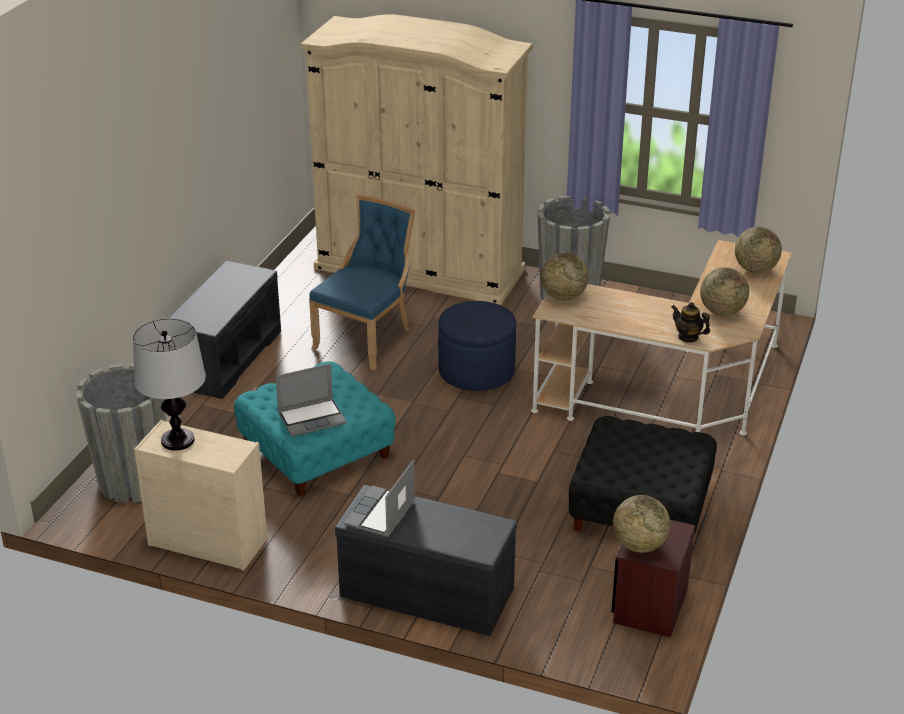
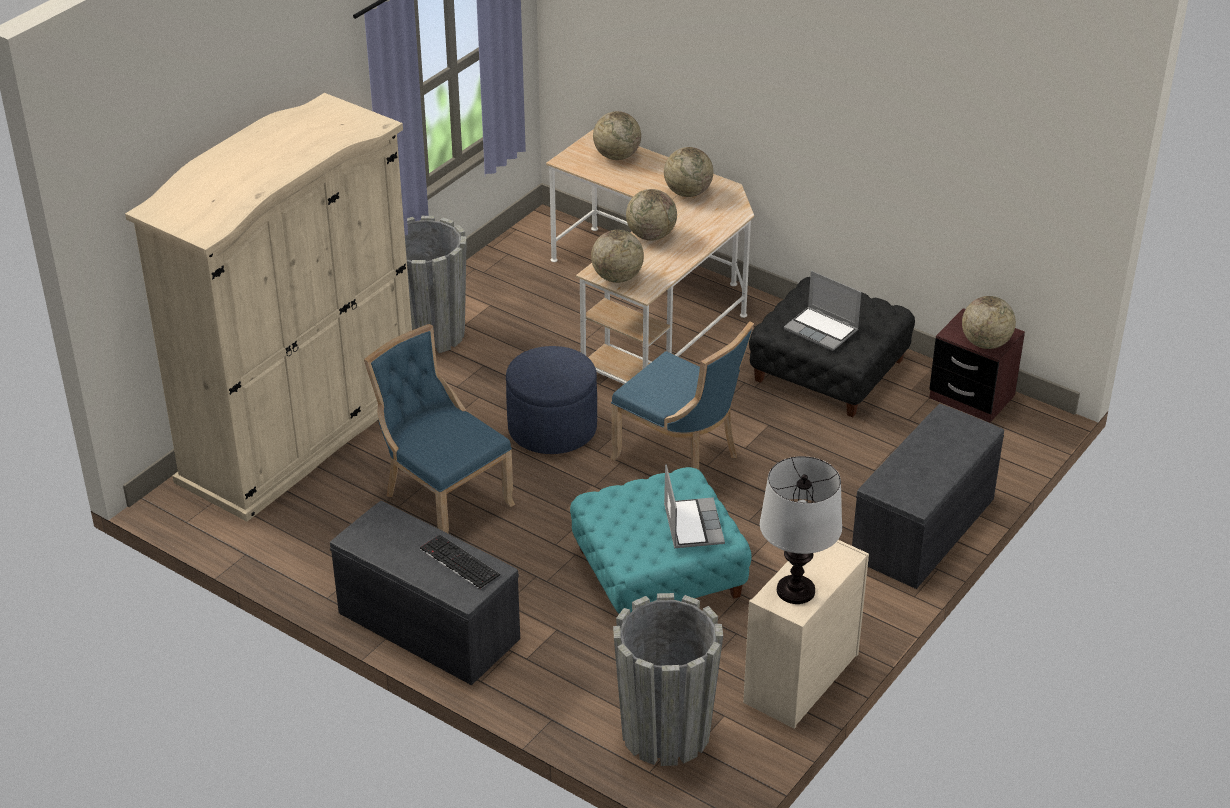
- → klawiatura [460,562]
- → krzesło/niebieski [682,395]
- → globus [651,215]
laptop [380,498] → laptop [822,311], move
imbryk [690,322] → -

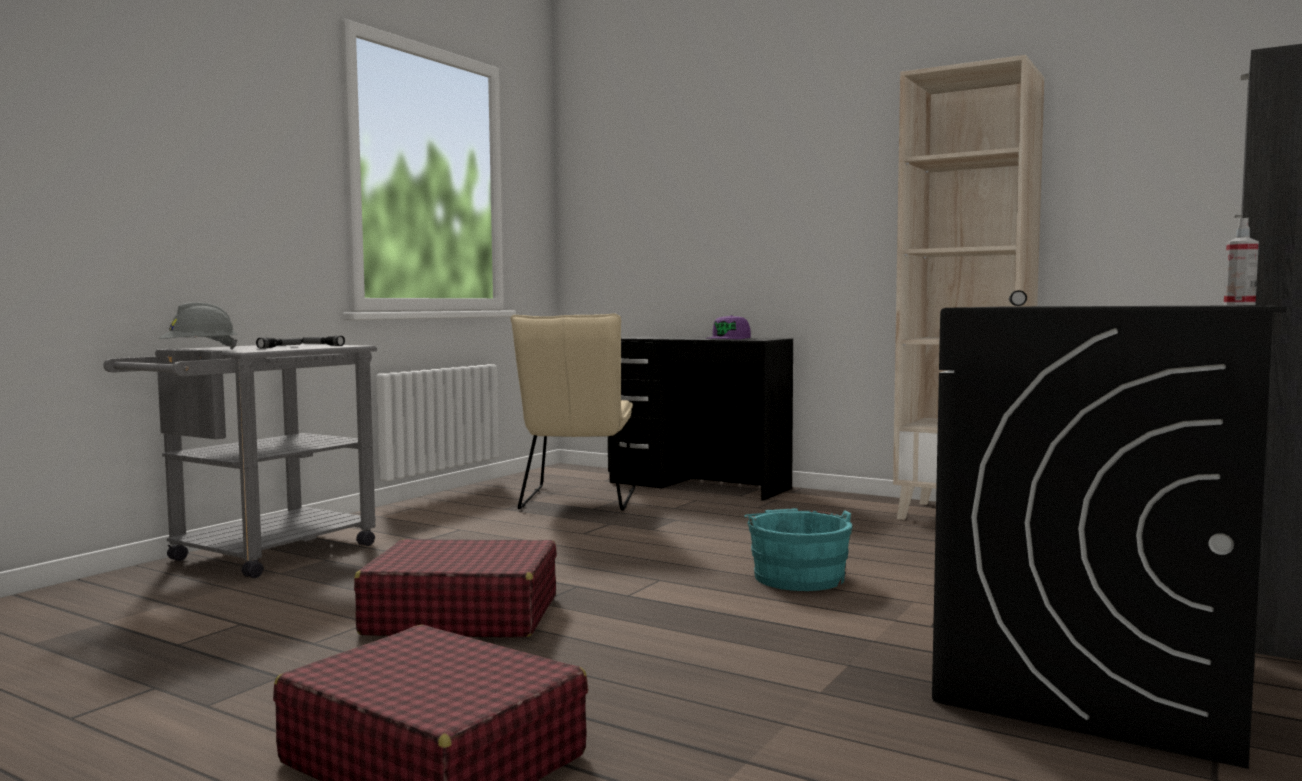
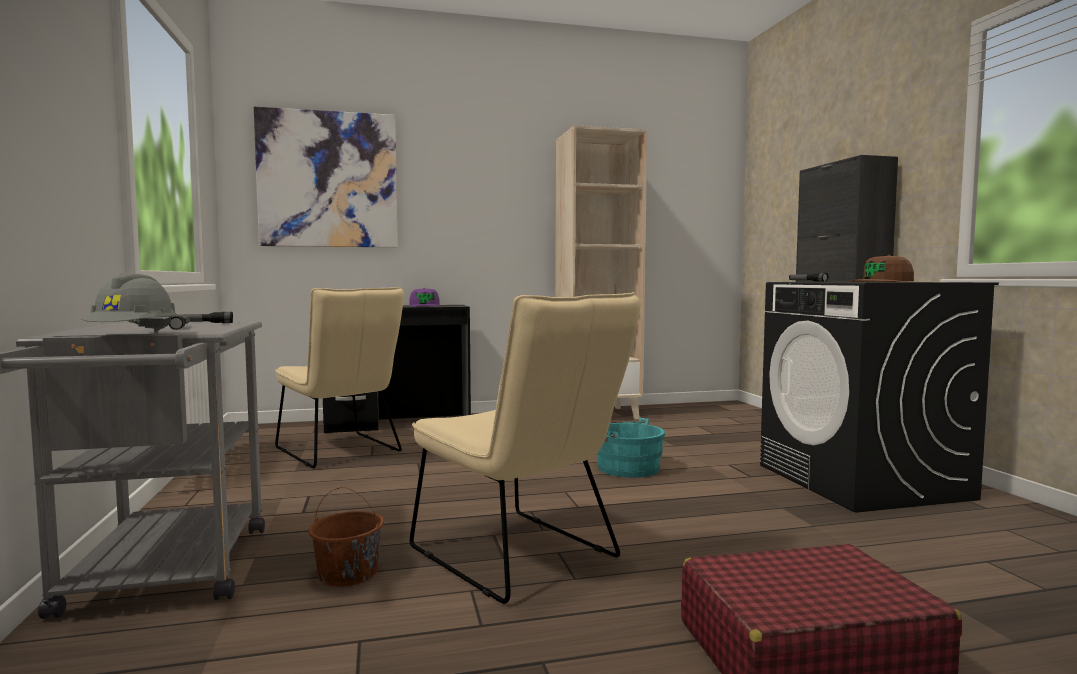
- → obraz [326,177]
- → wiadro/brązowy [346,537]
walizka/czerwony [455,588] → krzesło/beżowy [525,448]
- → czapka z daszkiem/brązowy [882,268]
spryskiwacz [1241,261] → -

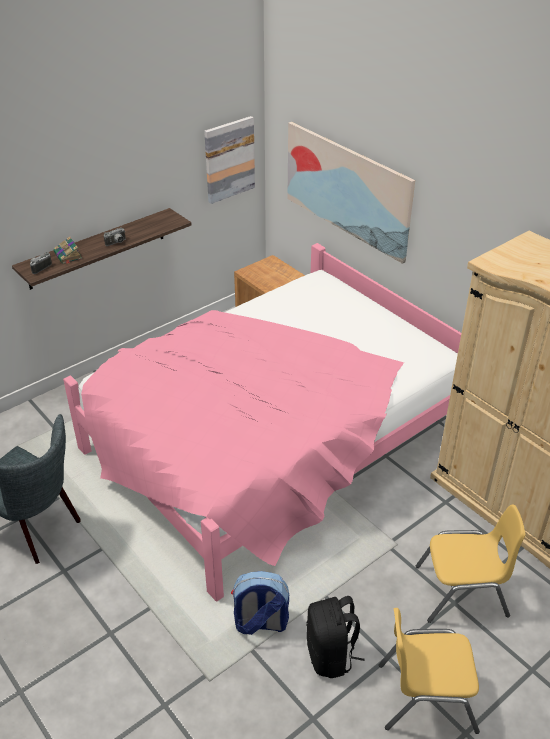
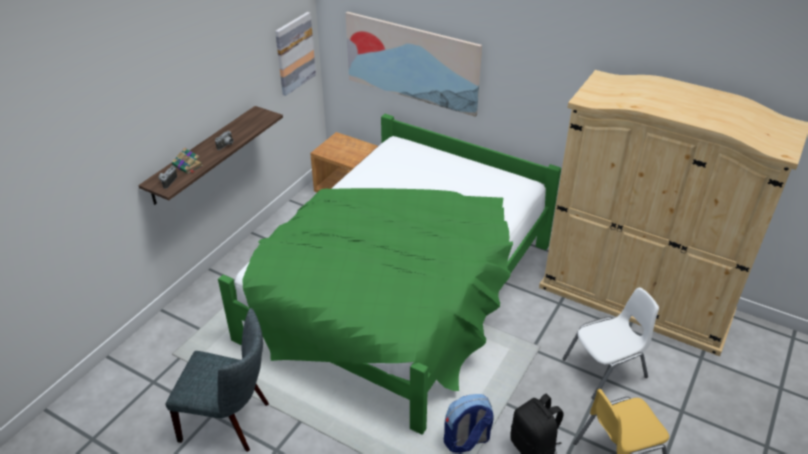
łóżko/różowy [262,422] → łóżko/zielony [389,274]
krzesło/żółty [470,564] → krzesło/biały [610,343]

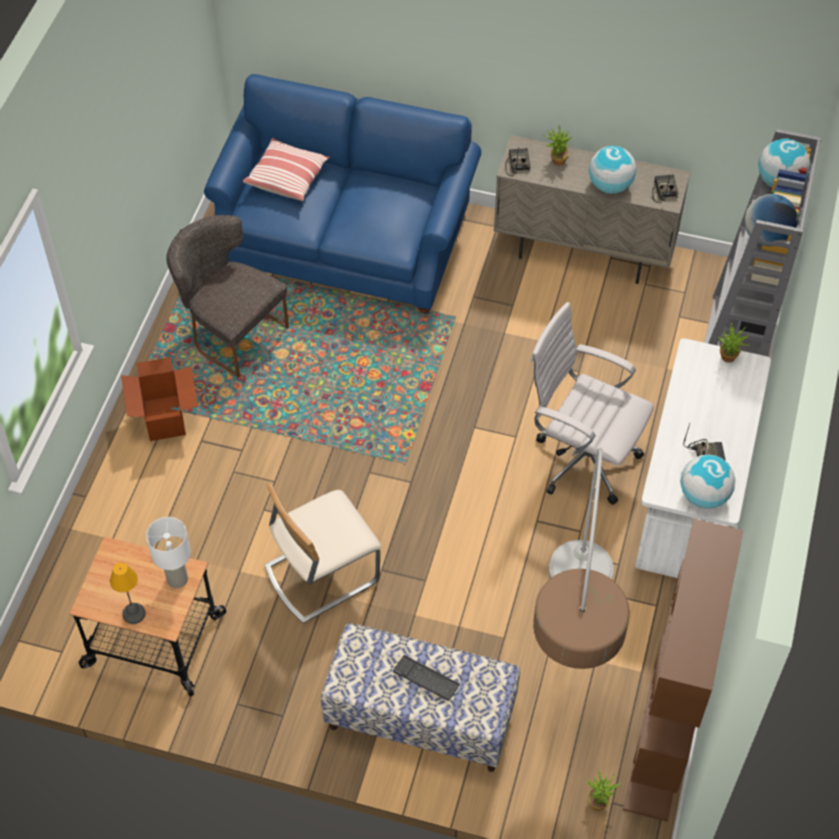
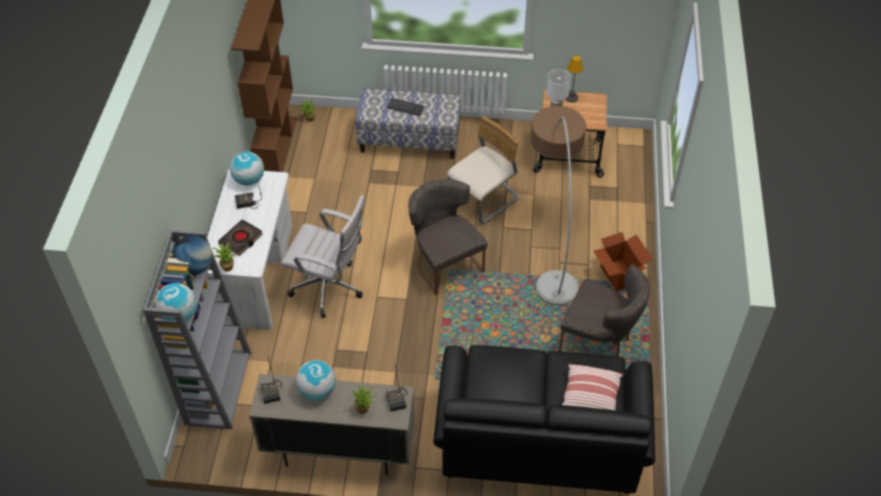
- → książka/czarny [240,237]
- → krzesło/szary [448,236]
kanapa/niebieski [342,193] → kanapa/czarny [544,419]
lampa stojąca [581,558] → lampa stojąca [558,206], move

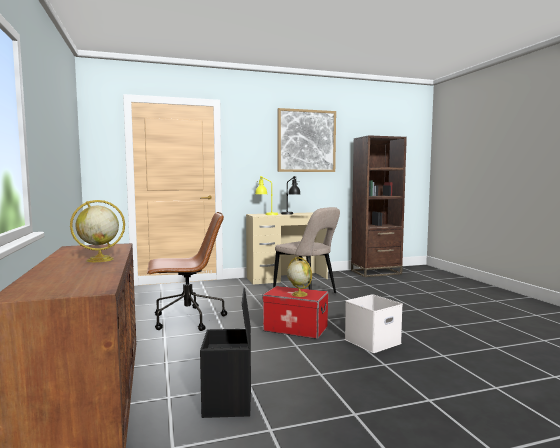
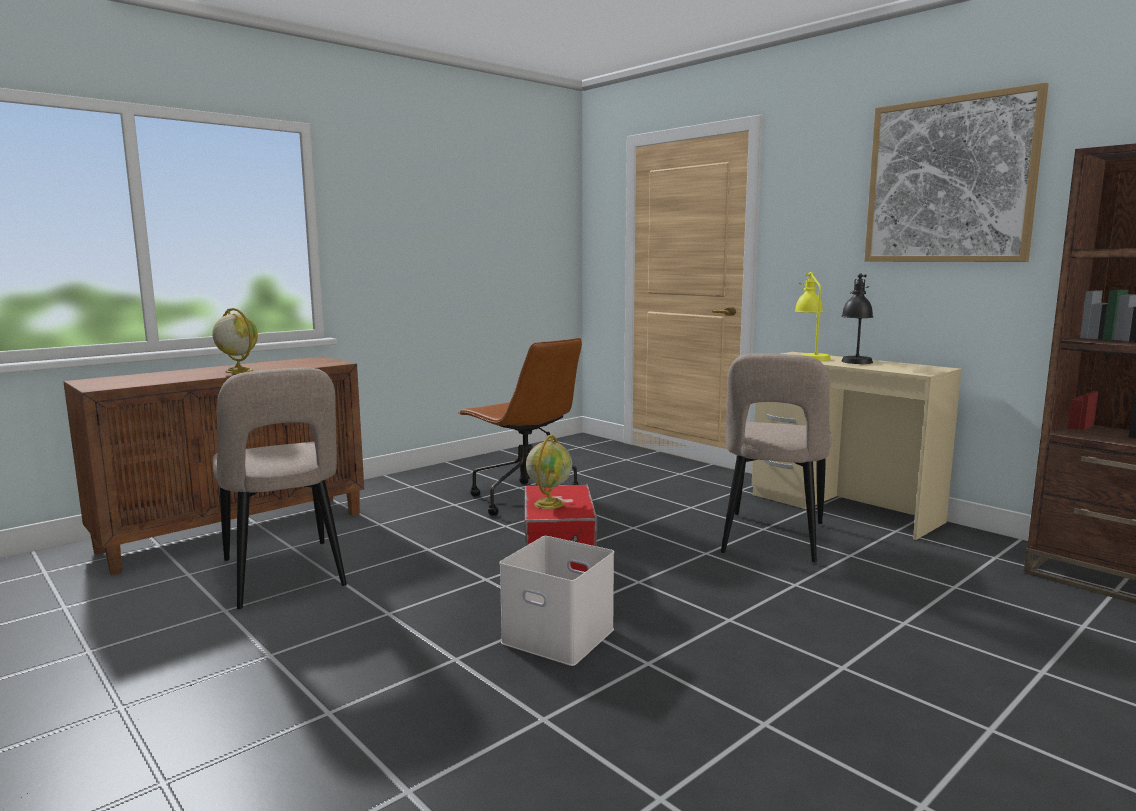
pojemnik do przechowywania/czarny [225,353] → krzesło/beżowy [280,488]

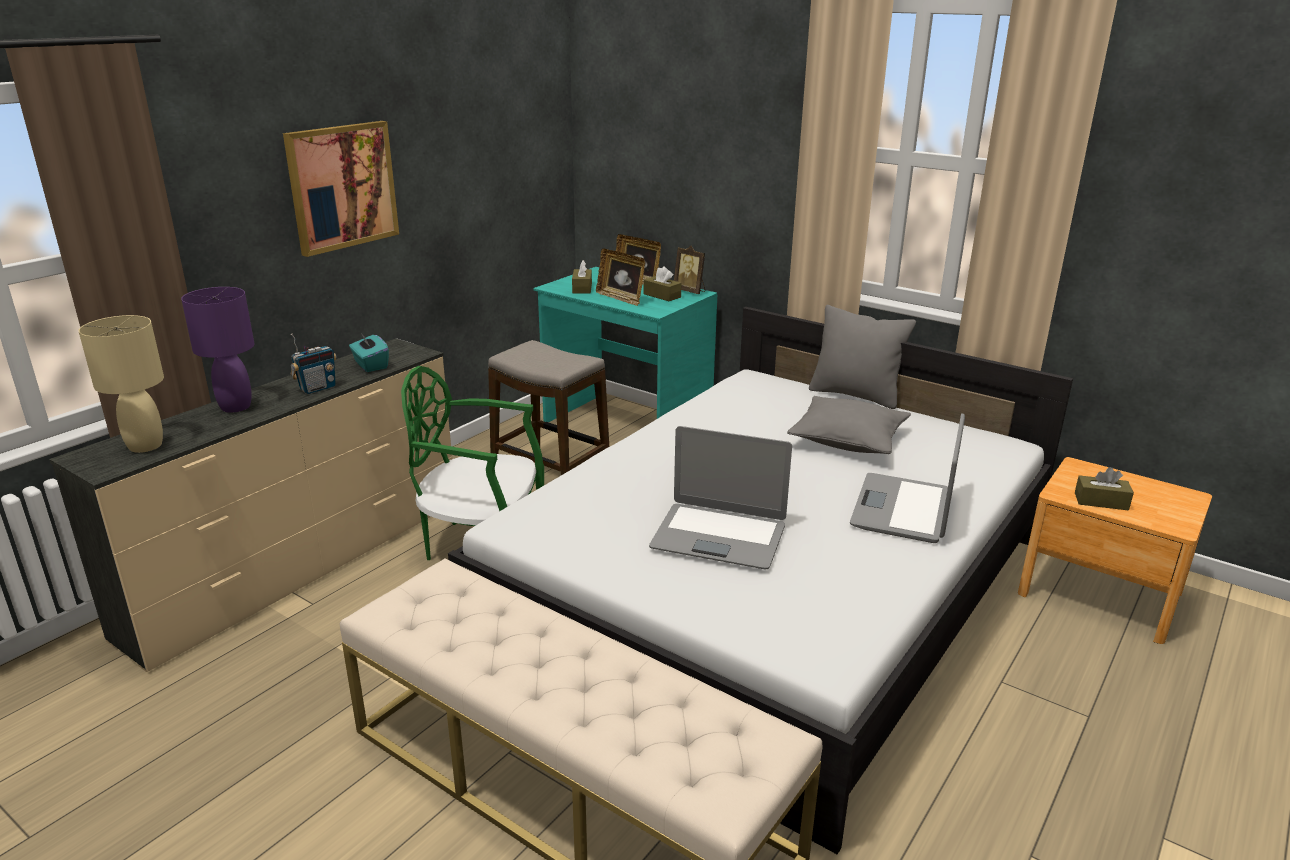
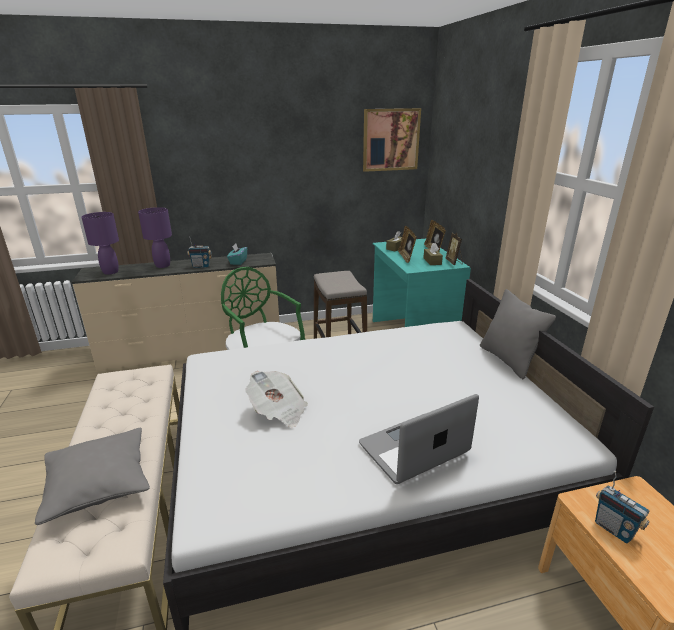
poduszka/szary [849,425] → poduszka/szary [92,476], move
lampa stołowa/beżowy [121,384] → lampa stołowa/fioletowy [100,243]
laptop [720,497] → gazeta [276,399]
obraz [341,189] → obraz [392,140], move
pudełko chusteczek/brązowy [1104,488] → radio [622,507]

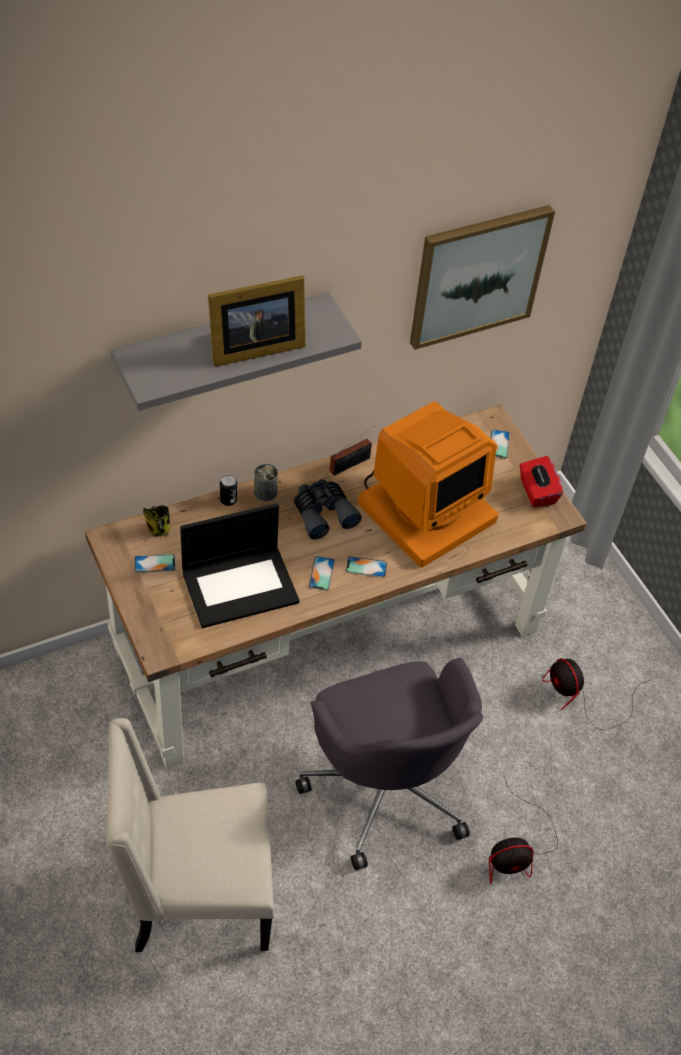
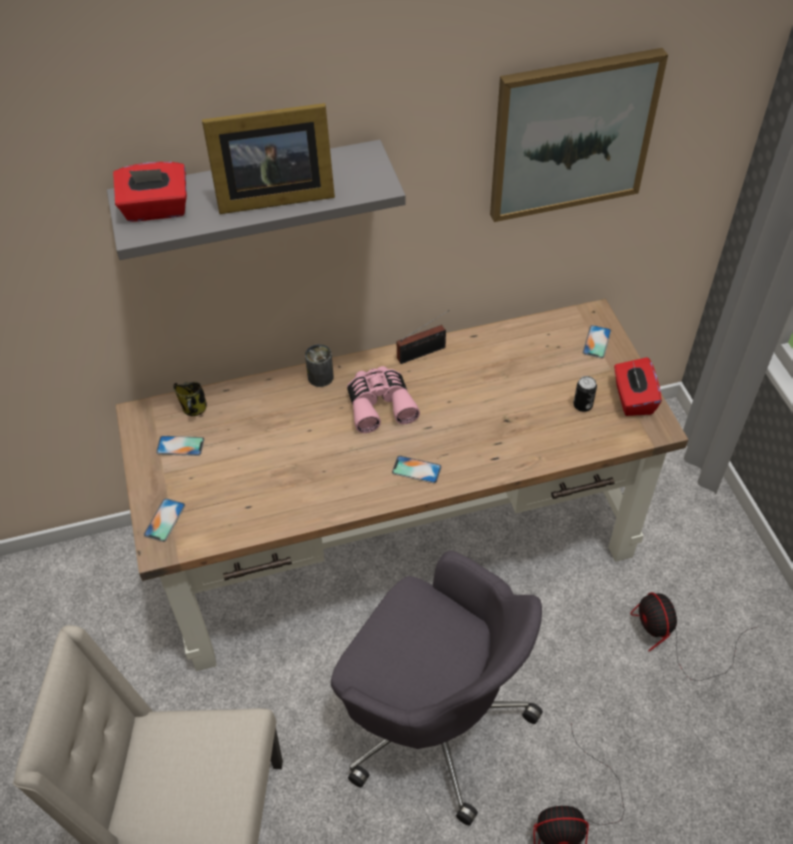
- → pudełko chusteczek/czerwony [150,192]
telefon [322,573] → telefon [164,520], move
krzesło biurowe/szary [389,764] → krzesło biurowe/szary [437,688], 45 degrees counterclockwise
lornetka/szary [328,509] → lornetka/różowy [383,399]
puszka [228,490] → puszka [585,394], move
laptop [240,565] → -
monitor [428,484] → -

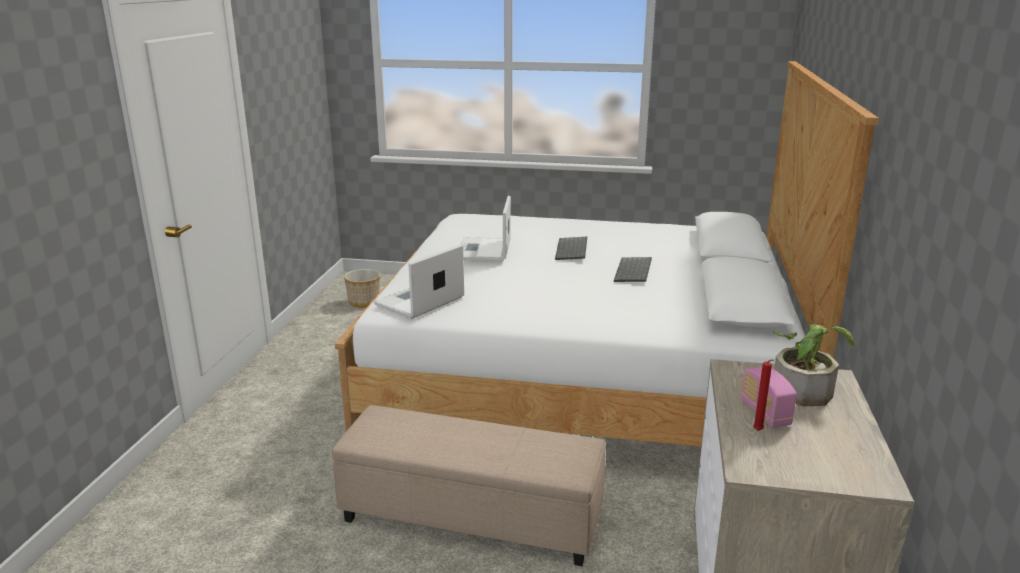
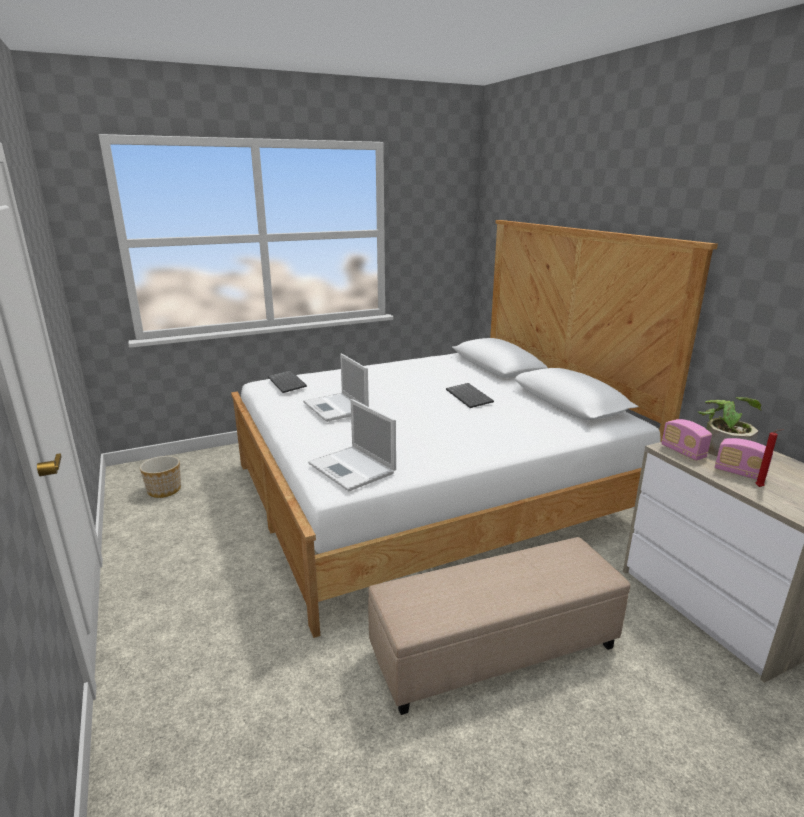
klawiatura [571,248] → klawiatura [287,381], move
laptop [419,281] → laptop [352,445], 45 degrees counterclockwise
- → radio [687,440]

